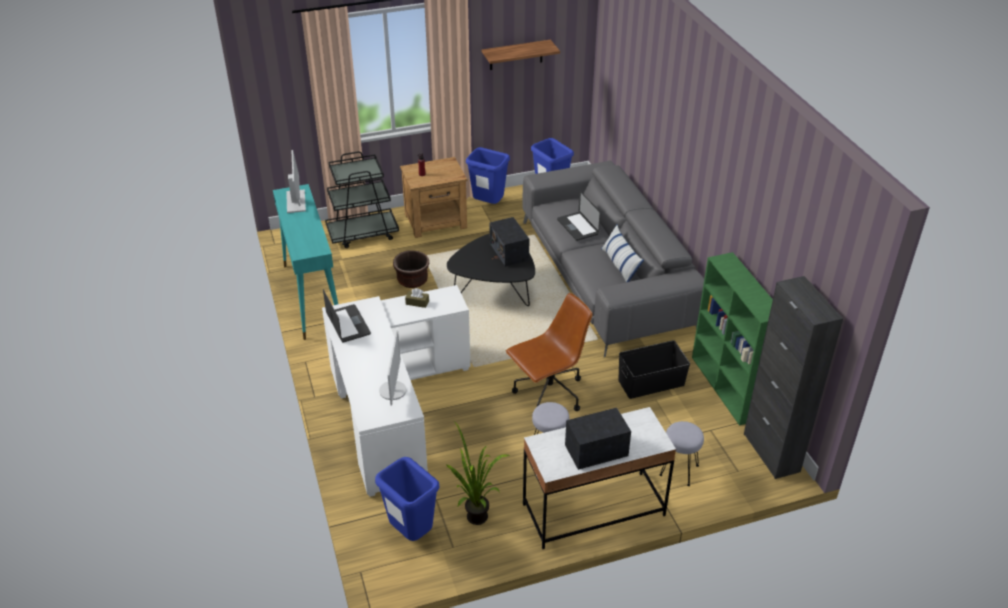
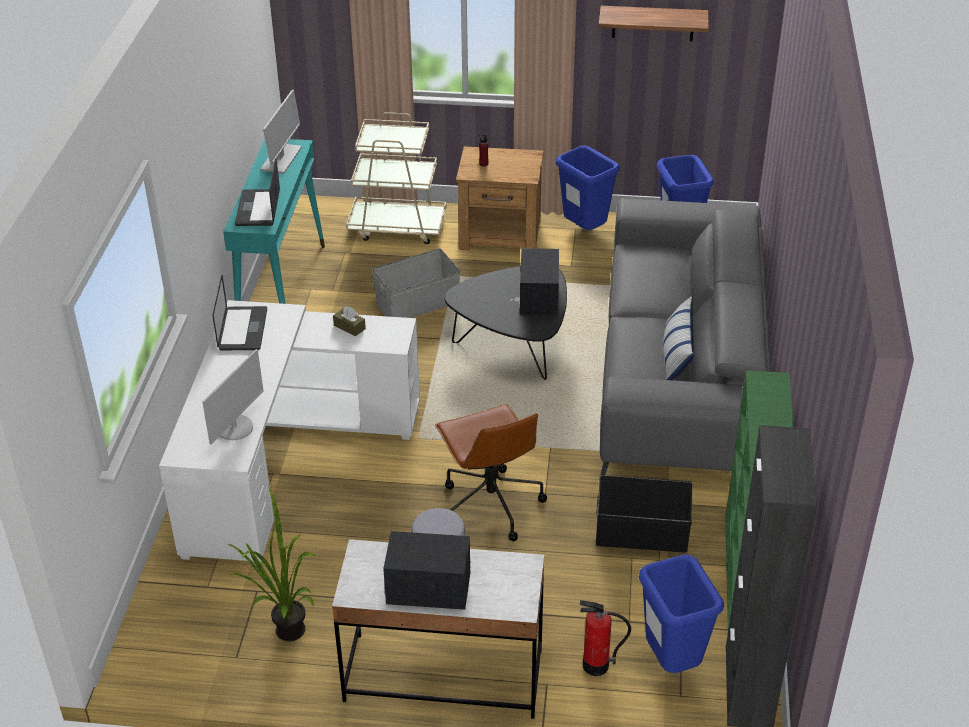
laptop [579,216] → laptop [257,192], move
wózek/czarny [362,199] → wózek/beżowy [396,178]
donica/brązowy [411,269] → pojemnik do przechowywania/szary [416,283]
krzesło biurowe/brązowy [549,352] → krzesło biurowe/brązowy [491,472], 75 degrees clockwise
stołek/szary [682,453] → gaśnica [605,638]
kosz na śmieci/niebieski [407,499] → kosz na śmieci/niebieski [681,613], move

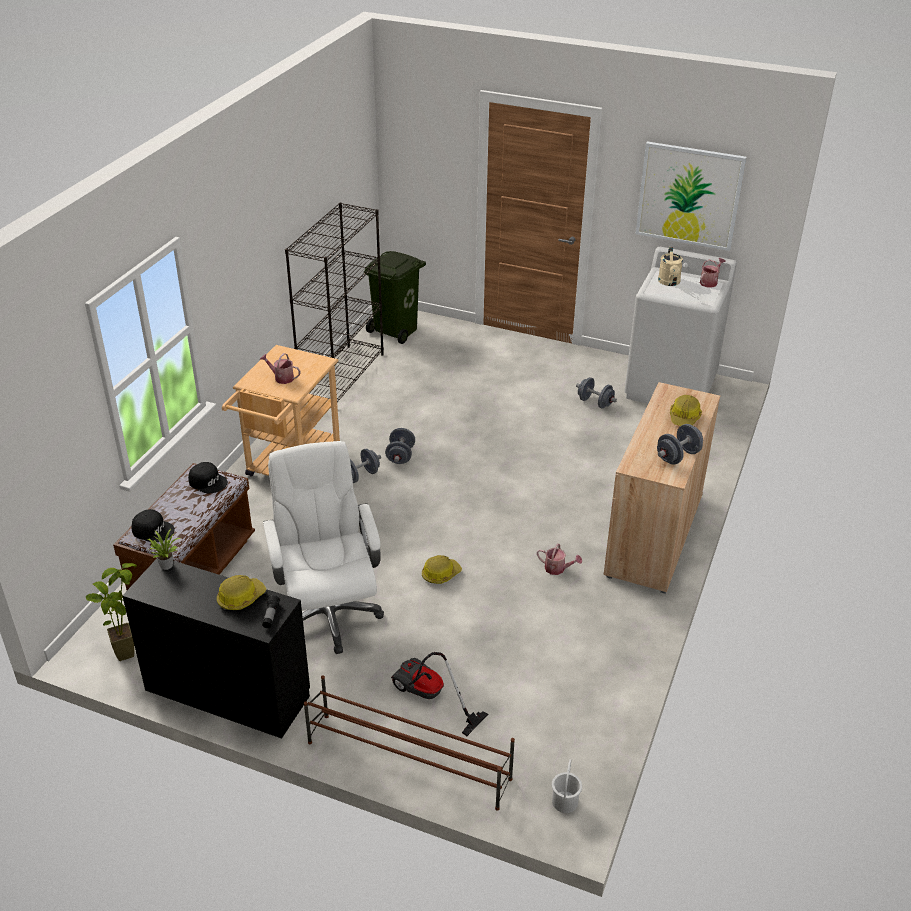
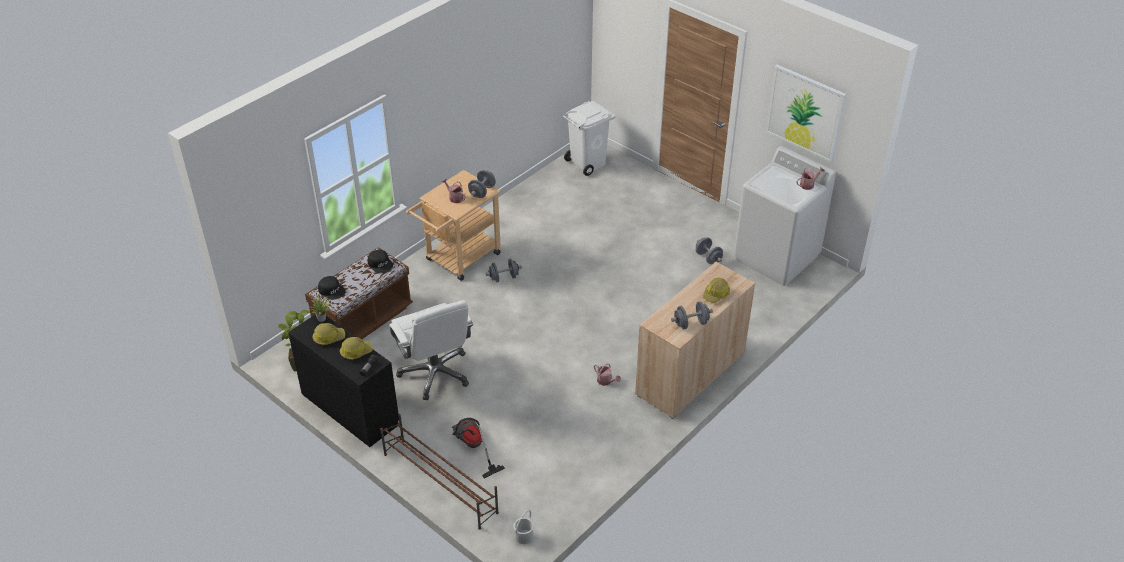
kask [442,569] → kask [329,334], move
krzesło biurowe/biały [323,547] → krzesło biurowe/biały [431,350], 150 degrees clockwise
hantel/szary [400,446] → hantel/szary [482,184], move
kosz na śmieci/zielony [395,297] → kosz na śmieci/biały [589,138]
regał/czarny [334,302] → -
konewka/beżowy [670,266] → -

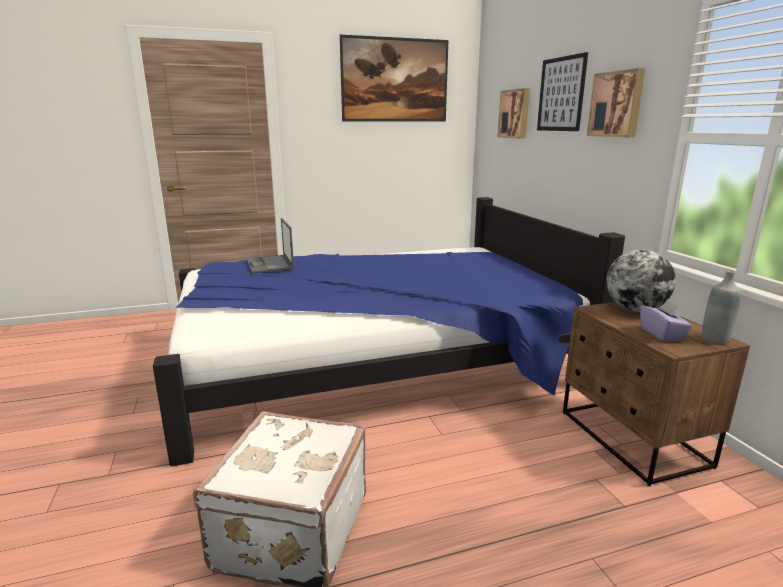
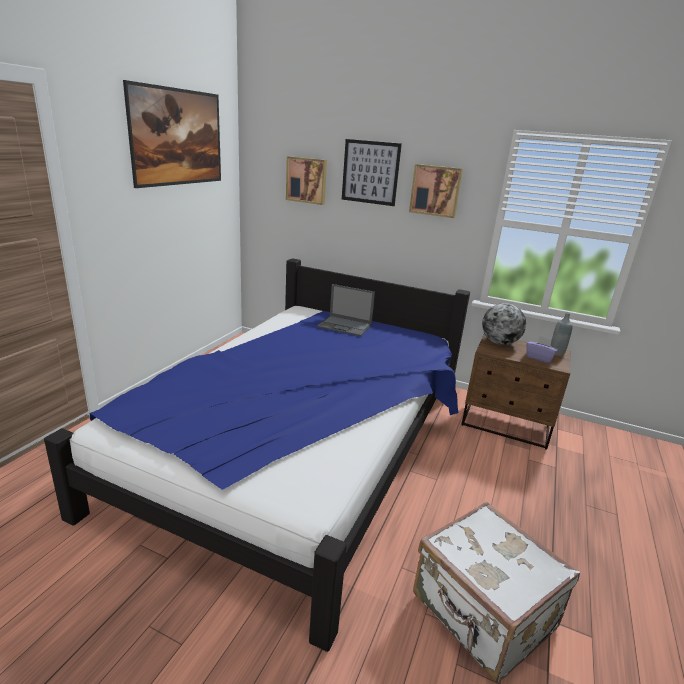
laptop [270,245] → laptop [346,310], move

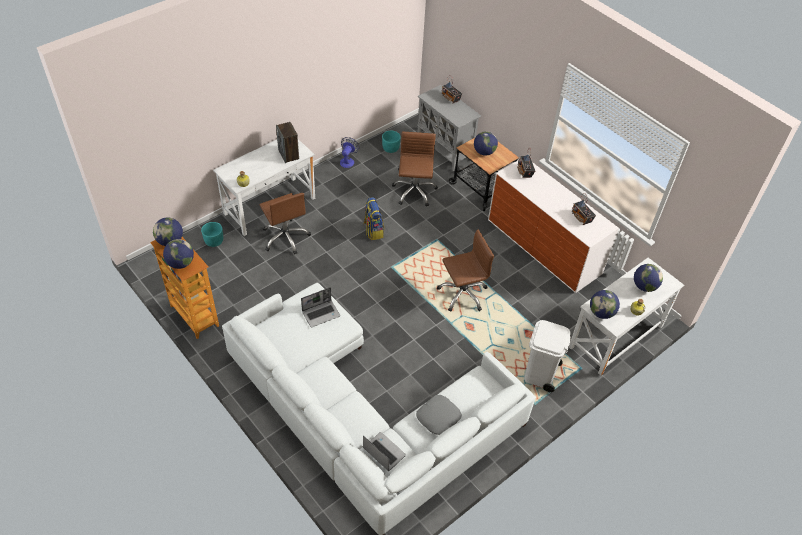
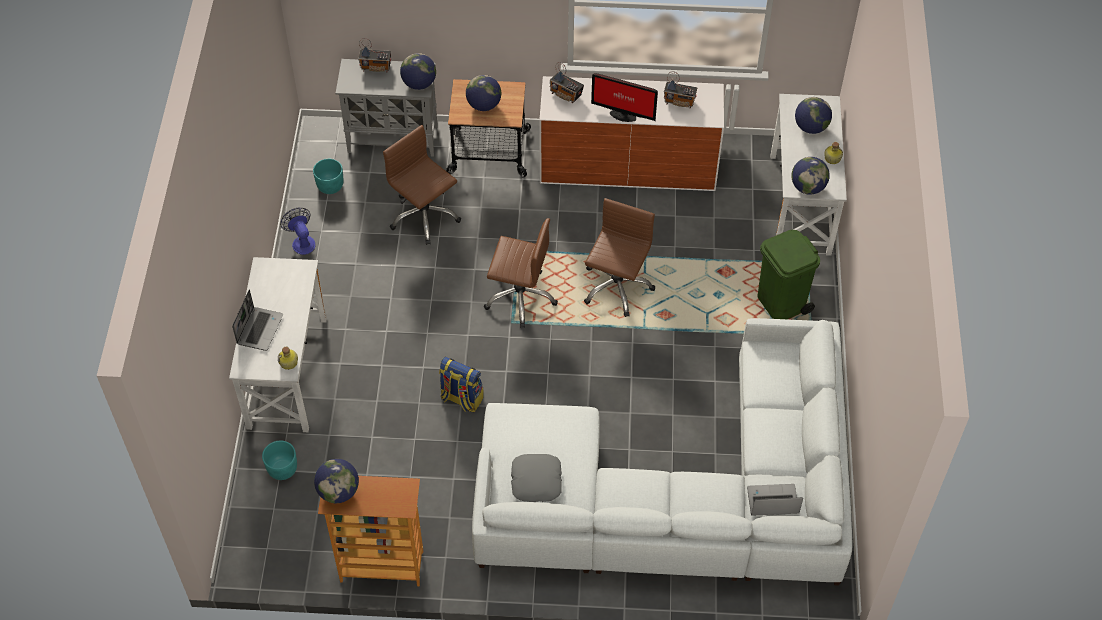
laptop [320,307] → laptop [257,320], move
globus [178,254] → globus [418,71], move
plecak [373,218] → plecak [461,384], move
krzesło biurowe/brązowy [285,224] → krzesło biurowe/brązowy [521,273], move
poduszka/szary [439,415] → poduszka/szary [536,478], move
- → monitor [624,97]
kosz na śmieci/biały [547,356] → kosz na śmieci/zielony [788,274]
głośnik [287,142] → -

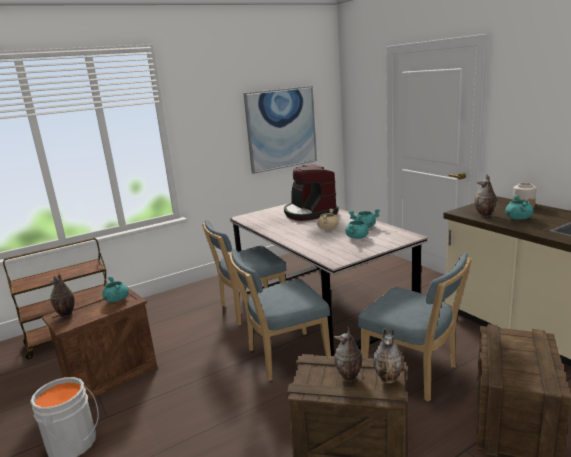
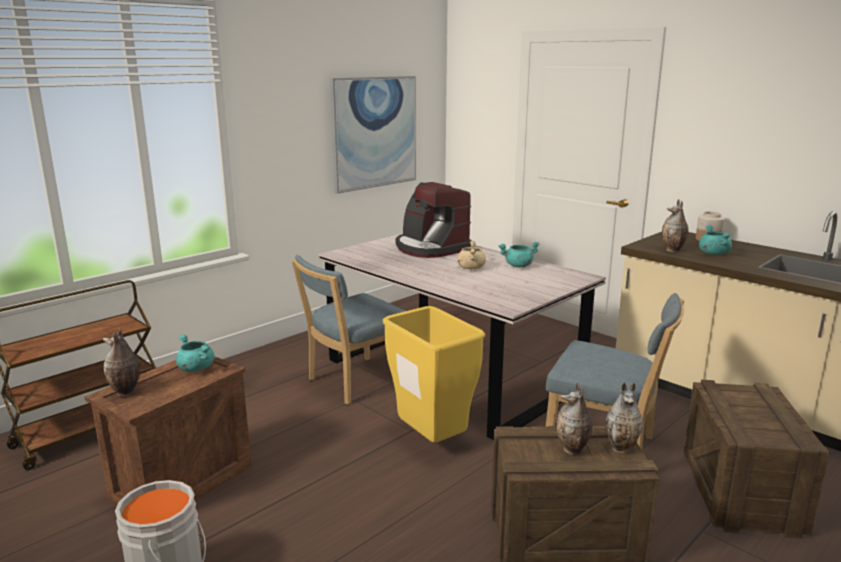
krzesło/niebieski [279,314] → kosz na śmieci/żółty [434,374]
garnek/turkusowy [356,227] → -

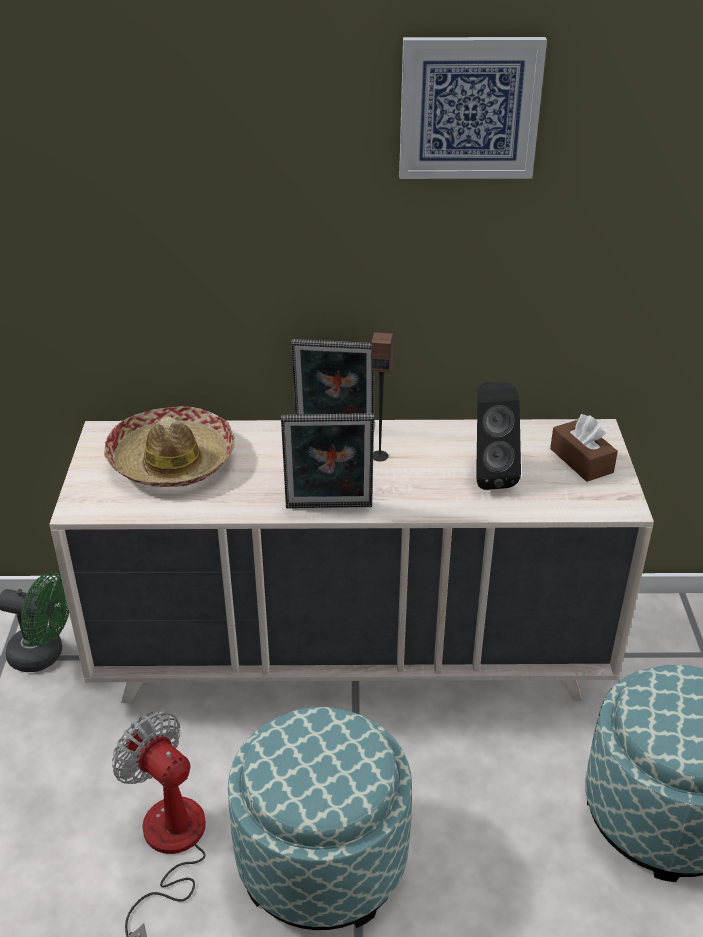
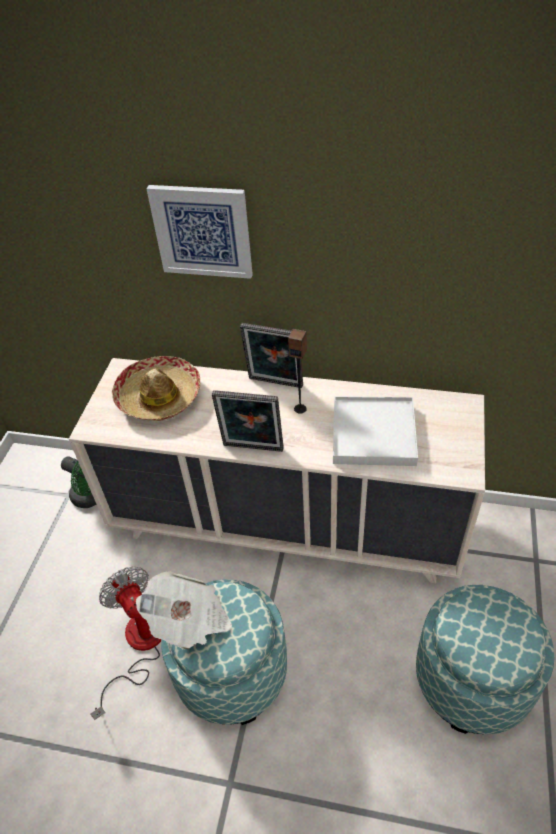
- → gazeta [184,610]
obraz [473,108] → obraz [199,232], move
głośnik/czarny [498,436] → taca/biały [375,431]
pudełko chusteczek/brązowy [584,448] → -

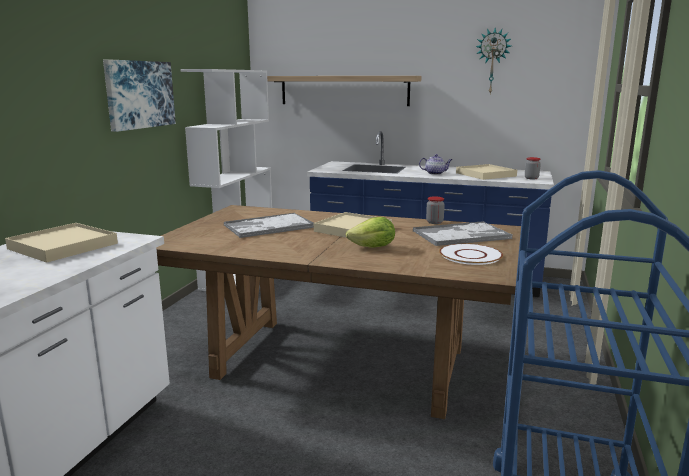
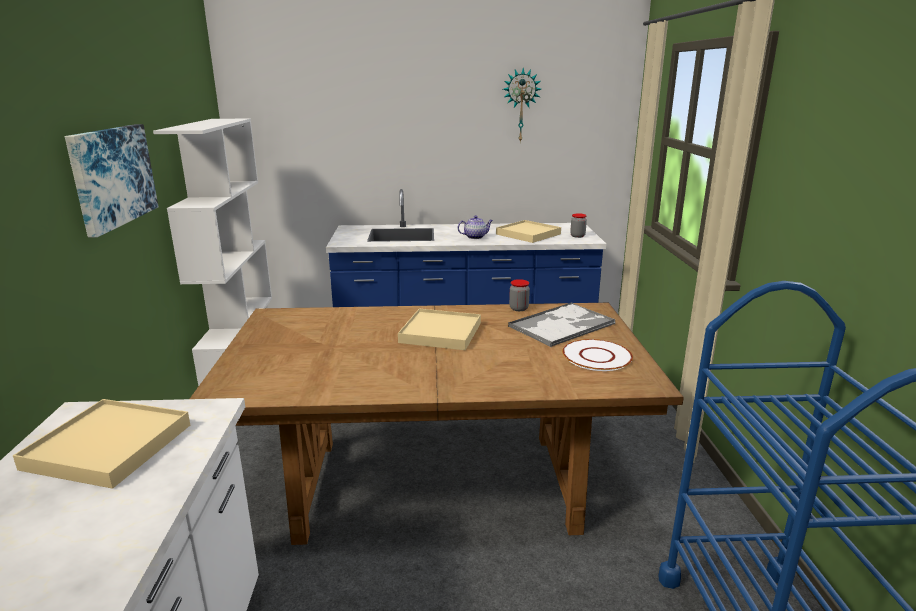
taca [269,225] → -
półka [344,91] → -
sałata [370,232] → -

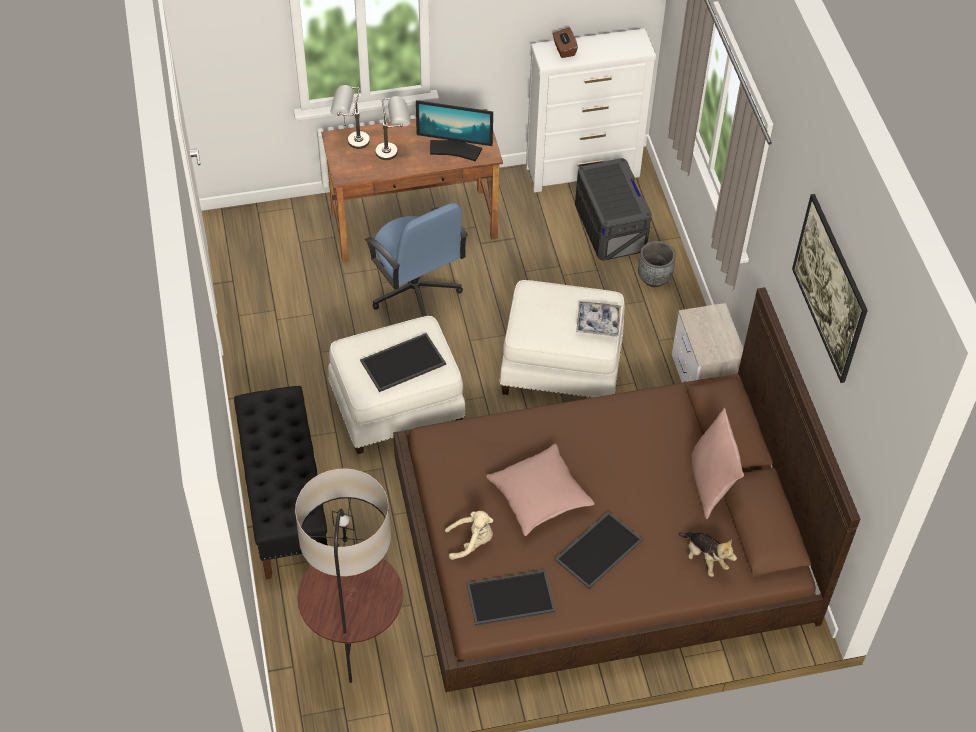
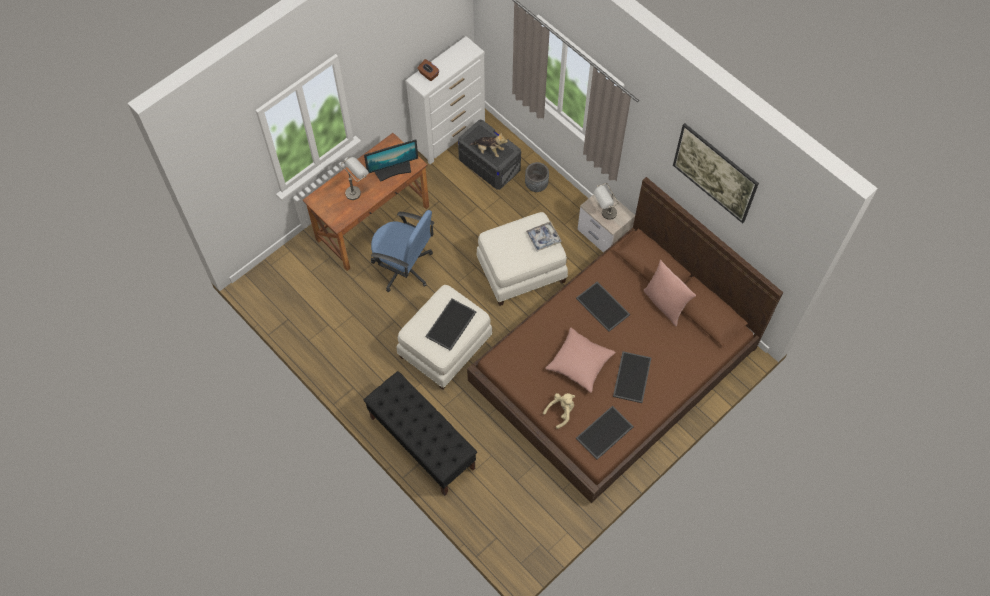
pluszak [707,554] → pluszak [489,145], move
- → taca [603,307]
lampa stołowa/szary [350,117] → lampa stołowa/szary [606,201], move
lampa stojąca [349,575] → -

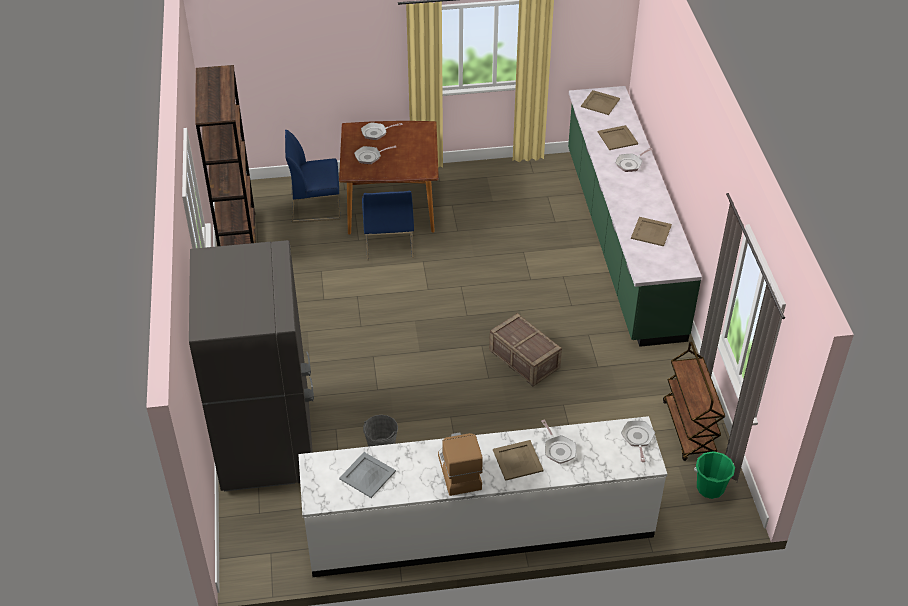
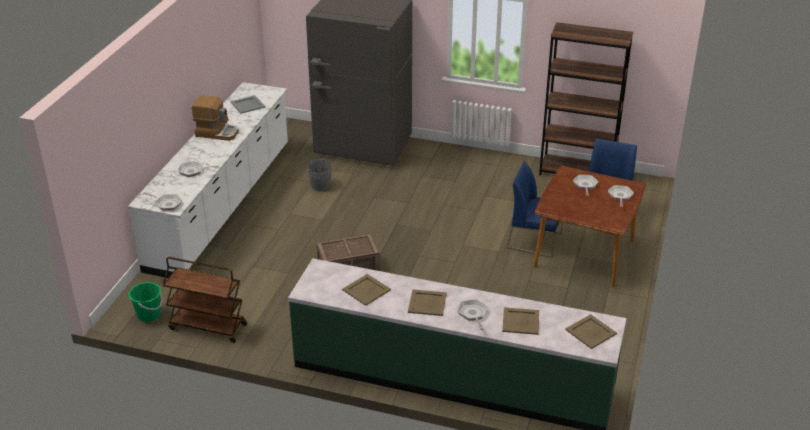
taca/beżowy [518,460] → taca/beżowy [427,302], move

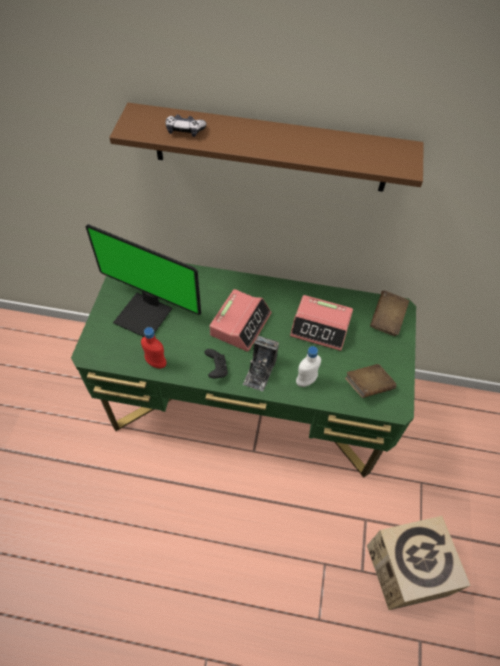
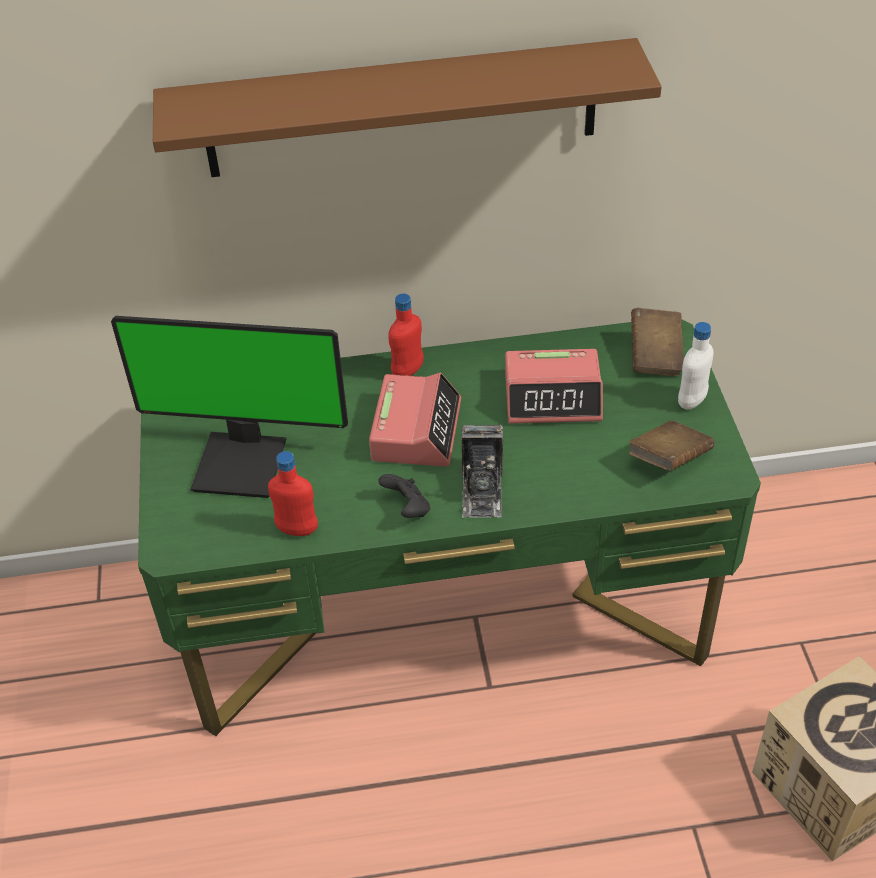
- → butelka/czerwony [406,335]
butelka/biały [308,366] → butelka/biały [696,365], move
pad do gier [185,125] → -

